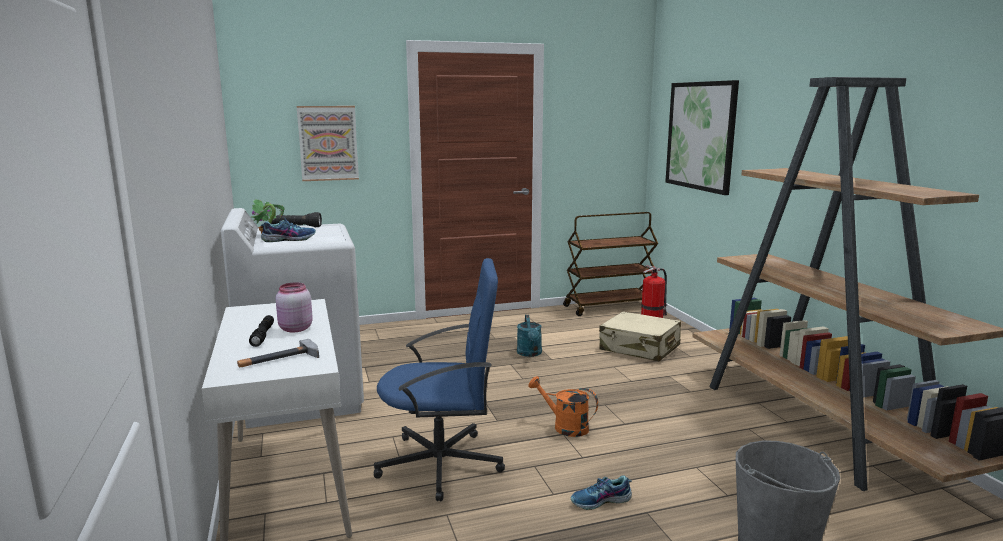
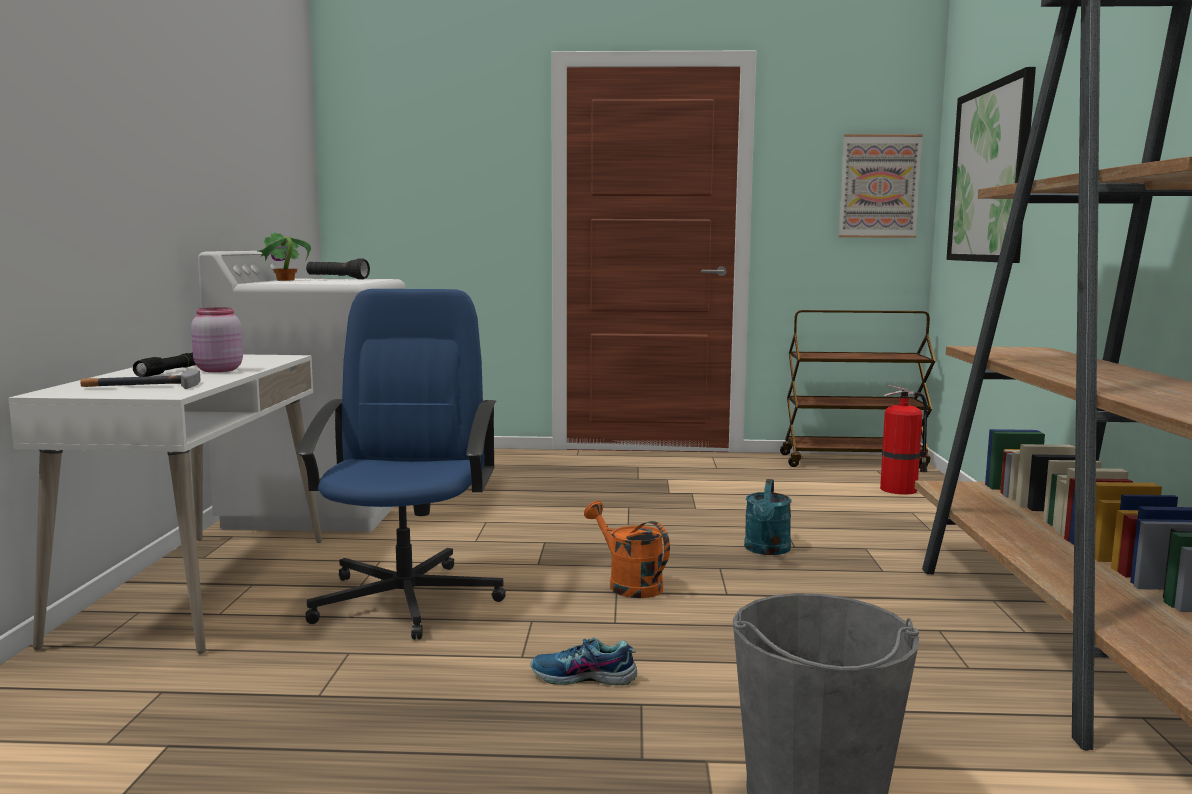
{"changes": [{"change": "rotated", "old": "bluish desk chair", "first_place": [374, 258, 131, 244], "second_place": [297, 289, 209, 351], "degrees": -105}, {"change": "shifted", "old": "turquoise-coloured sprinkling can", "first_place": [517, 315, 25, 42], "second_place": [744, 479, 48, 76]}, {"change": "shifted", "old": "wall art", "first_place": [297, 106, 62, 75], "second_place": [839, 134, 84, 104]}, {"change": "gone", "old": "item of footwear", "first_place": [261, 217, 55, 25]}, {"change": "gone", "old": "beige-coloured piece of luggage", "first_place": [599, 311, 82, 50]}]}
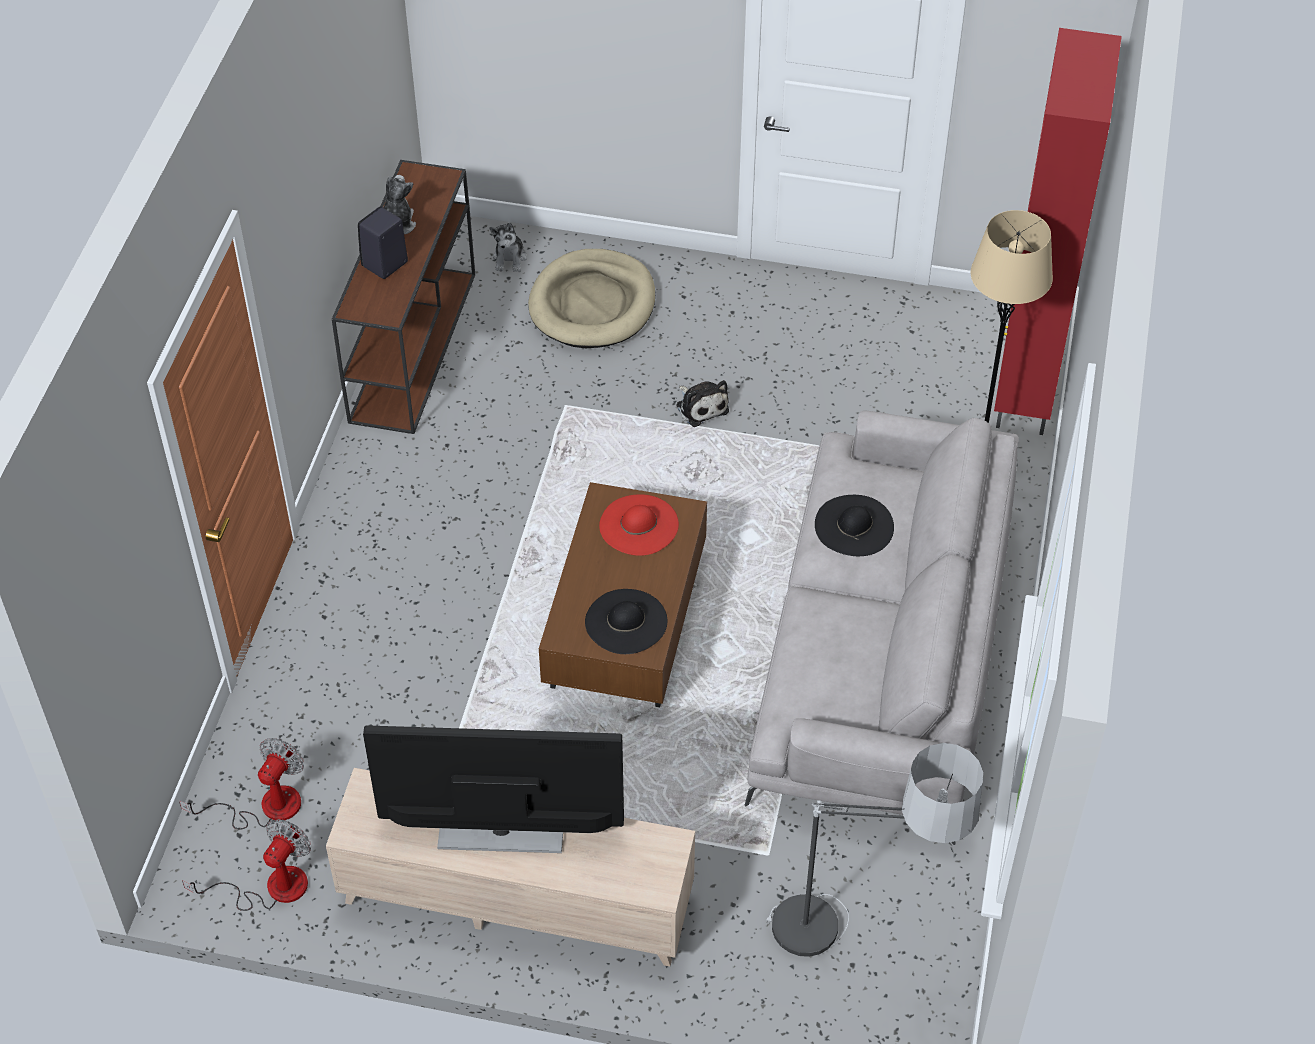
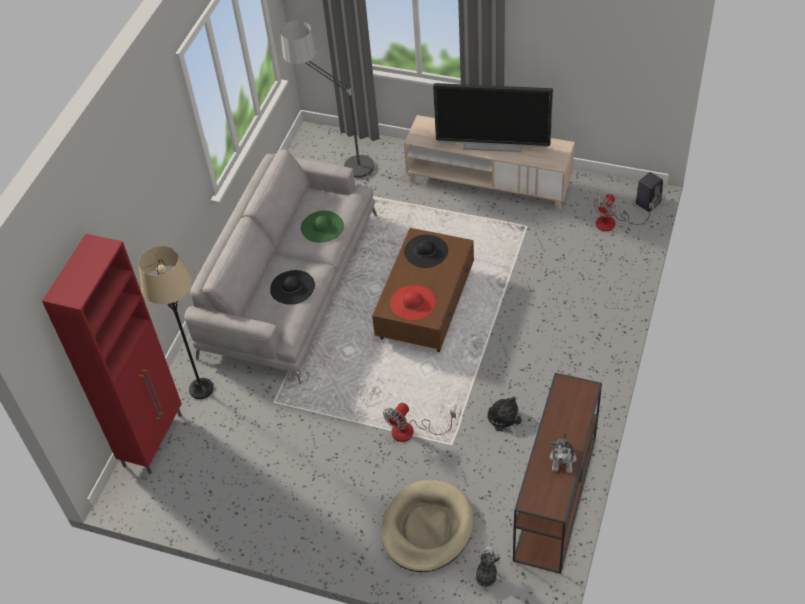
{"changes": [{"change": "new", "new": "greenish wearable hat", "second_place": [301, 211, 43, 32]}, {"change": "shifted", "old": "cooling fan", "first_place": [182, 819, 129, 92], "second_place": [383, 403, 73, 39]}, {"change": "shifted", "old": "plush toy", "first_place": [676, 380, 53, 47], "second_place": [488, 396, 34, 41]}, {"change": "shifted", "old": "black-coloured loudspeaker", "first_place": [358, 206, 50, 73], "second_place": [635, 172, 28, 40]}]}
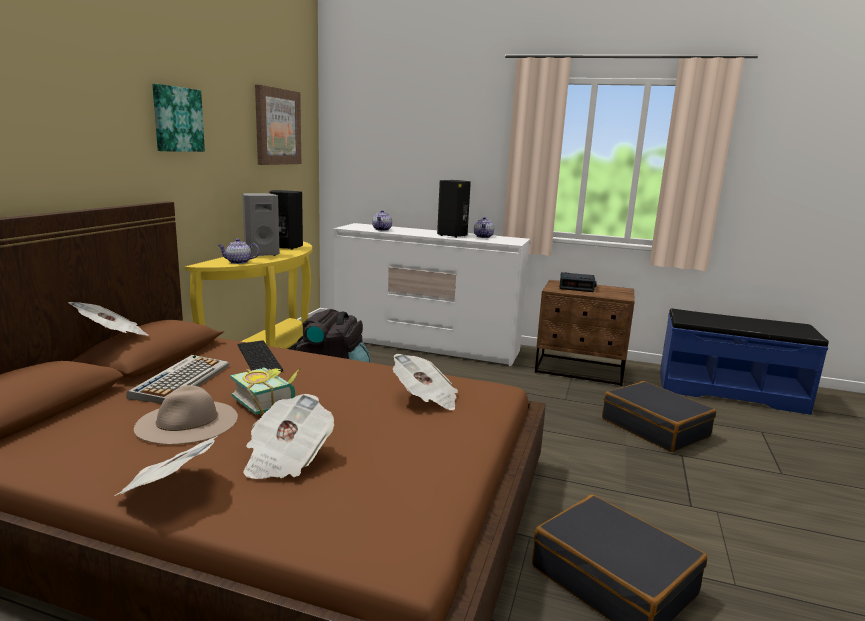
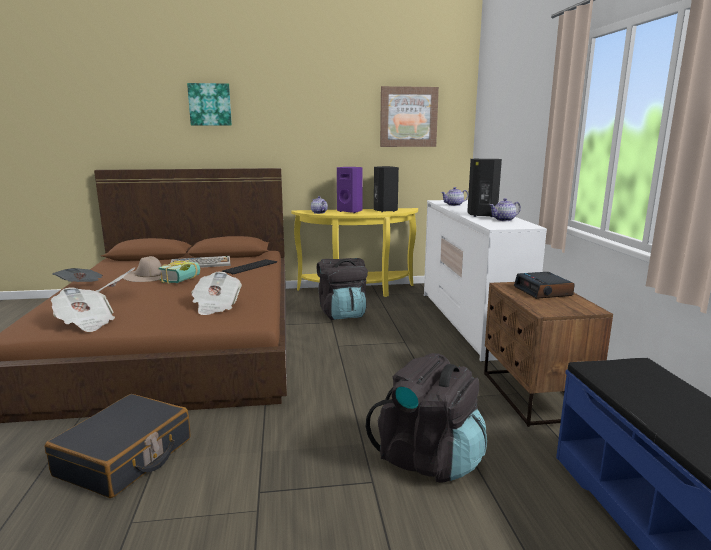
{"changes": [{"change": "shifted", "old": "printed paper", "first_place": [68, 302, 80, 33], "second_place": [51, 287, 64, 45]}, {"change": "shifted", "old": "wall art", "first_place": [152, 84, 53, 68], "second_place": [187, 83, 45, 43]}, {"change": "repainted", "old": "grey loudspeaker", "new": "purple loudspeaker", "first_place": [242, 193, 38, 64], "second_place": [337, 167, 26, 46]}, {"change": "swapped", "old": "black-coloured piece of luggage", "new": "black-coloured backpack", "first_place": [602, 381, 114, 71], "second_place": [366, 353, 121, 130]}]}
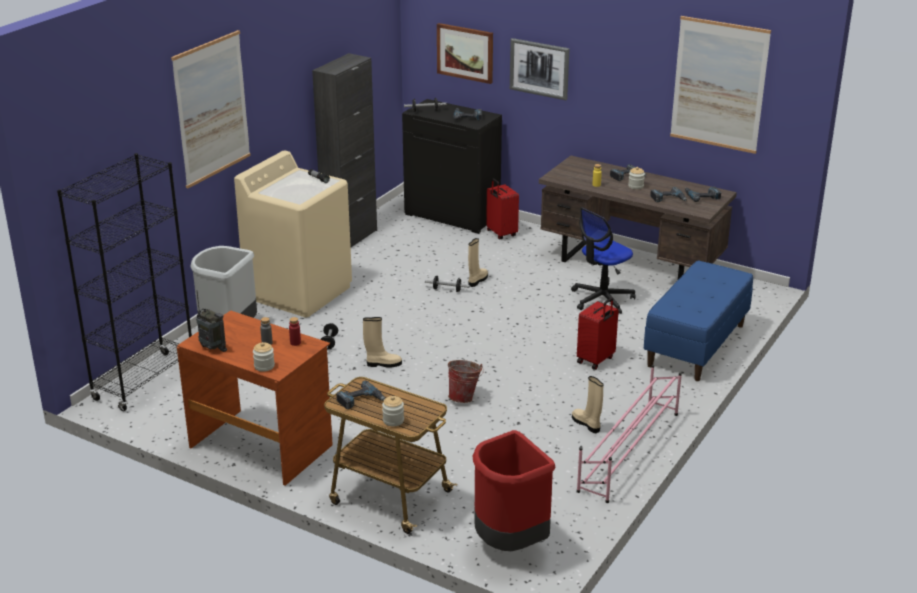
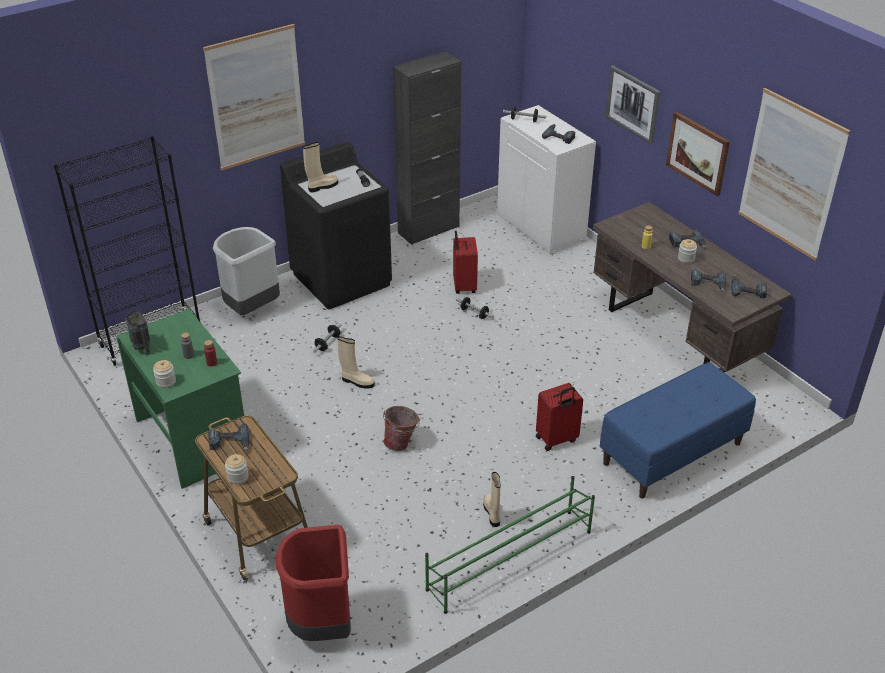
{"changes": [{"change": "repainted", "old": "brown-coloured desk unit", "new": "greenish desk unit", "first_place": [177, 310, 156, 176], "second_place": [116, 309, 134, 180]}, {"change": "repainted", "old": "beige-coloured washing machine", "new": "black-coloured washing machine", "first_place": [234, 150, 118, 168], "second_place": [280, 142, 112, 167]}, {"change": "shifted", "old": "beige-coloured boot", "first_place": [468, 238, 20, 49], "second_place": [303, 142, 35, 50]}, {"change": "repainted", "old": "pink shoe shelf", "new": "greenish shoe shelf", "first_place": [577, 365, 105, 138], "second_place": [425, 476, 170, 138]}, {"change": "shifted", "old": "reddish piece of luggage", "first_place": [486, 178, 33, 61], "second_place": [453, 231, 25, 63]}, {"change": "repainted", "old": "black-coloured cupboard", "new": "whitish cupboard", "first_place": [402, 99, 100, 135], "second_place": [497, 105, 99, 150]}, {"change": "shifted", "old": "wall art", "first_place": [437, 23, 56, 61], "second_place": [666, 112, 64, 84]}, {"change": "gone", "old": "desk chair", "first_place": [571, 207, 65, 107]}]}
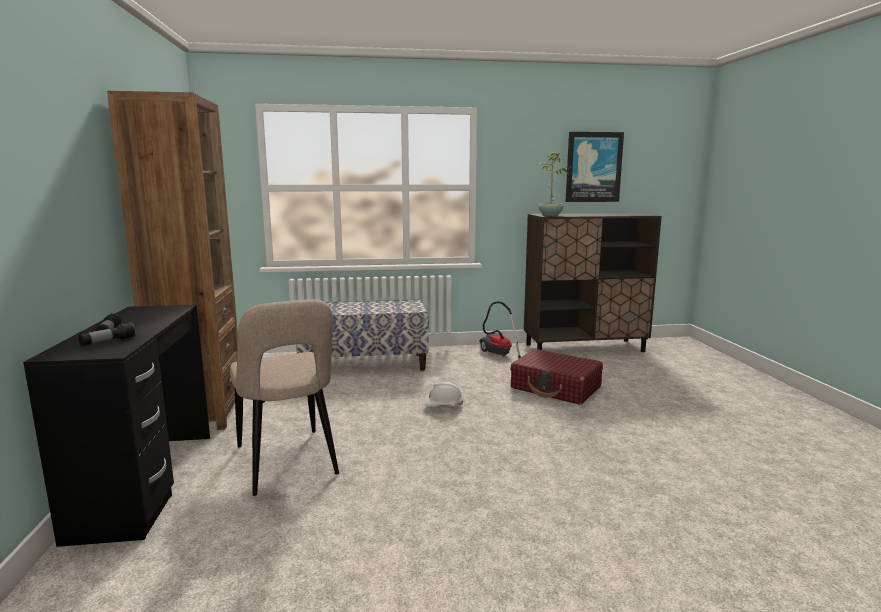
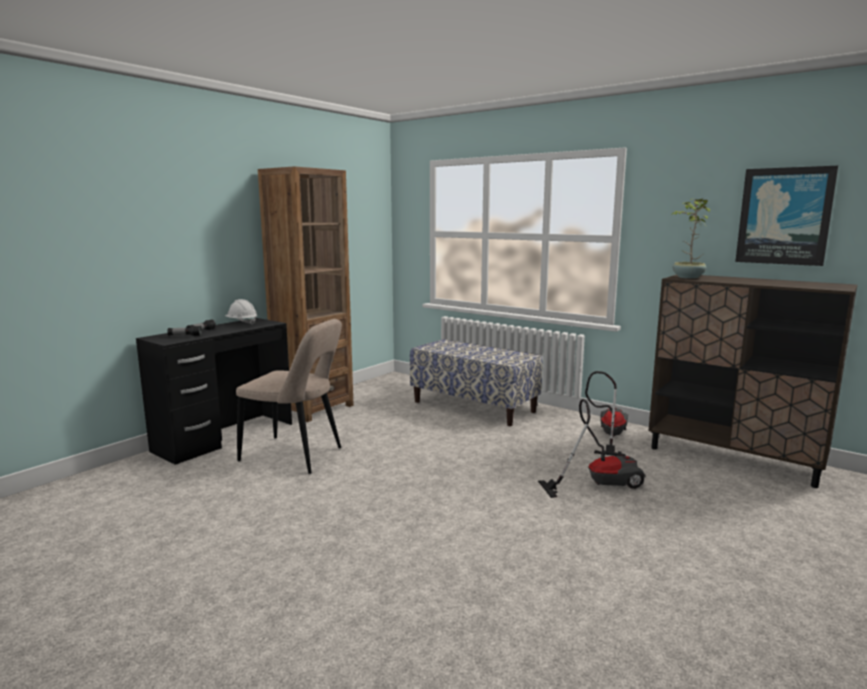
{"changes": [{"change": "shifted", "old": "whitish work helmet", "first_place": [424, 380, 40, 25], "second_place": [225, 299, 32, 26]}, {"change": "rotated", "old": "beige-coloured plain chair", "first_place": [230, 299, 109, 197], "second_place": [236, 319, 106, 155], "degrees": -90}, {"change": "swapped", "old": "reddish piece of luggage", "new": "hoover", "first_place": [511, 349, 92, 56], "second_place": [538, 399, 107, 99]}]}
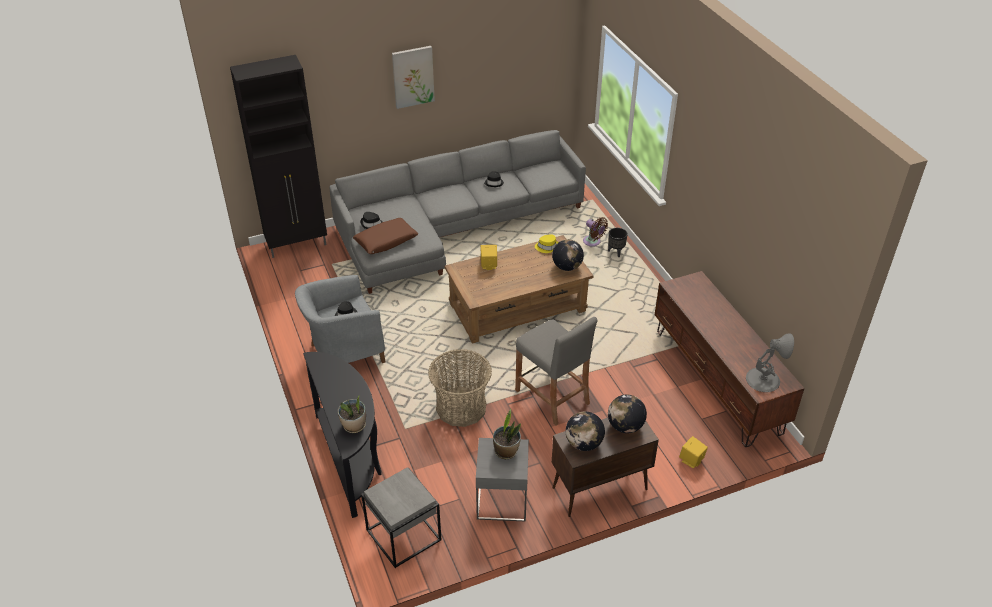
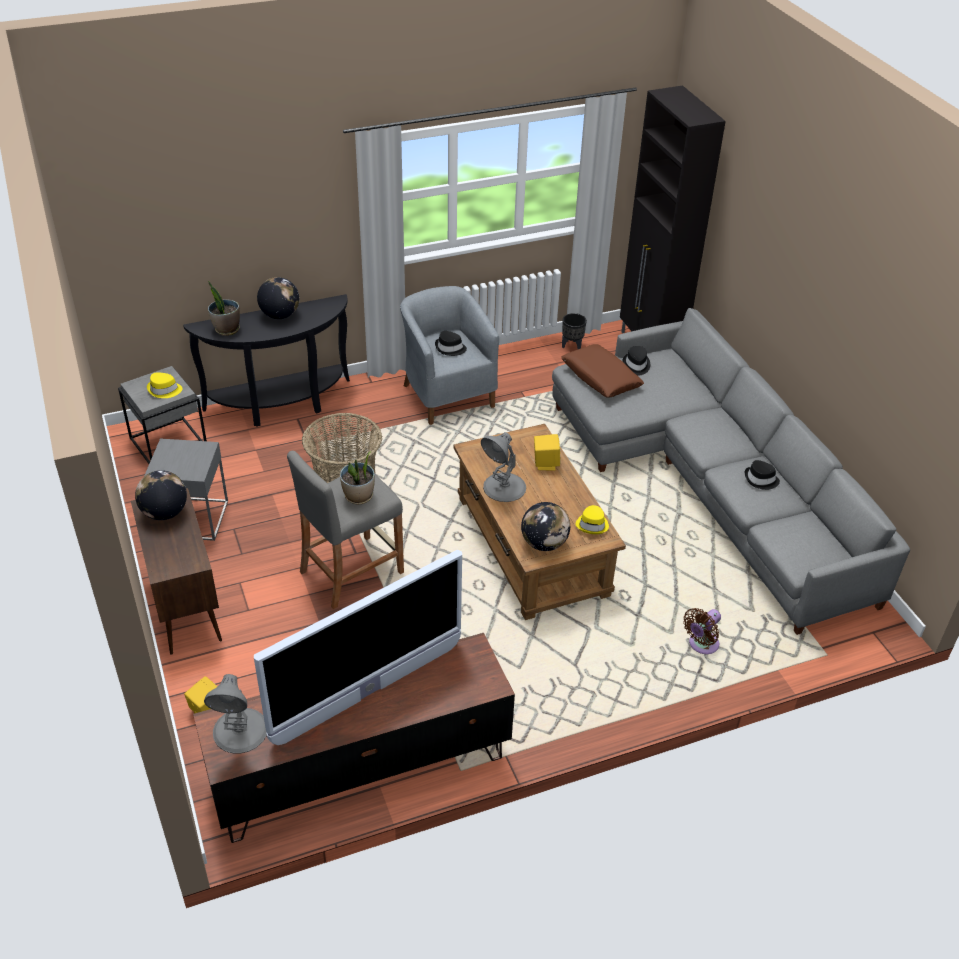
{"changes": [{"change": "new", "new": "yellow wearable hat", "second_place": [147, 372, 35, 26]}, {"change": "new", "new": "TV", "second_place": [254, 550, 208, 195]}, {"change": "shifted", "old": "desk globe", "first_place": [608, 395, 39, 38], "second_place": [257, 277, 42, 42]}, {"change": "shifted", "old": "houseplant", "first_place": [493, 409, 28, 50], "second_place": [340, 451, 35, 53]}, {"change": "new", "new": "grey table lamp", "second_place": [481, 432, 45, 70]}, {"change": "shifted", "old": "black-coloured flower pot", "first_place": [608, 228, 20, 29], "second_place": [562, 313, 25, 37]}, {"change": "gone", "old": "wall art", "first_place": [392, 46, 43, 63]}]}
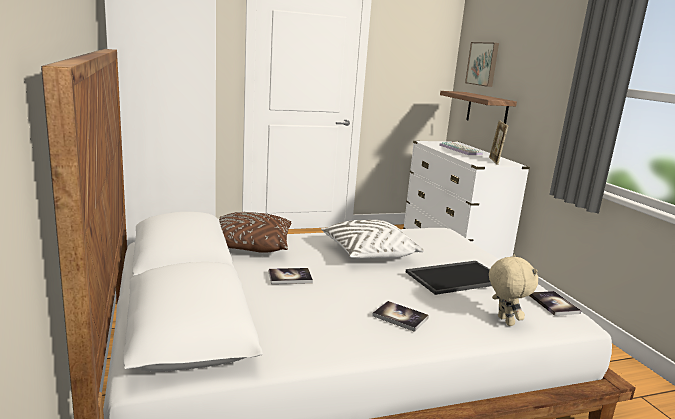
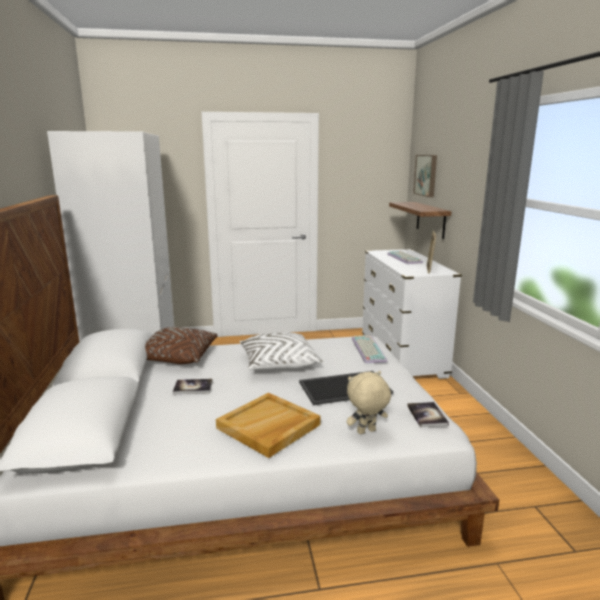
{"changes": [{"change": "swapped", "old": "book", "new": "beige-coloured tray", "first_place": [372, 301, 57, 31], "second_place": [216, 393, 105, 65]}, {"change": "rotated", "old": "beige-coloured plush toy", "first_place": [489, 255, 49, 71], "second_place": [347, 371, 44, 63], "degrees": -105}, {"change": "new", "new": "keyboard", "second_place": [352, 335, 35, 28]}]}
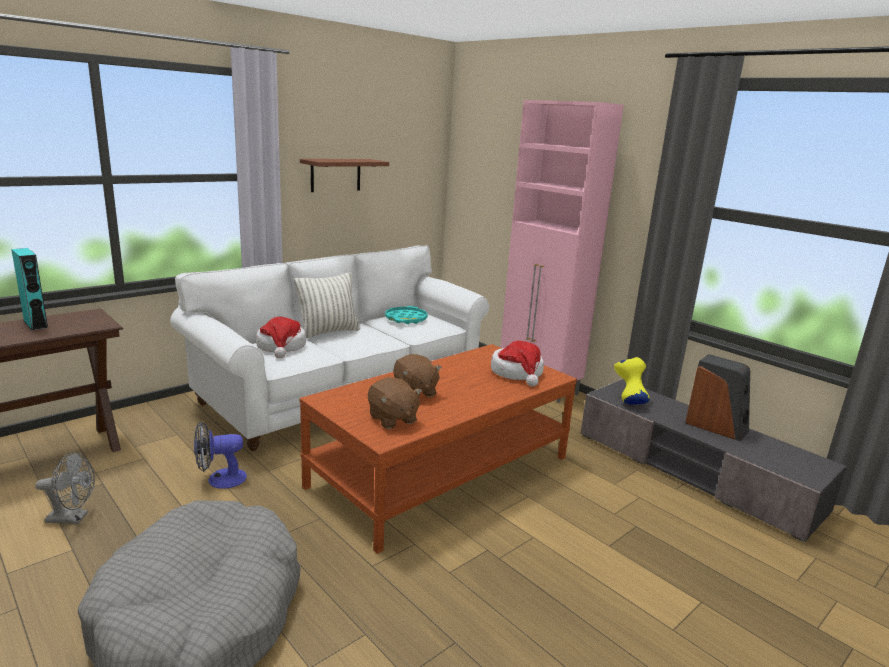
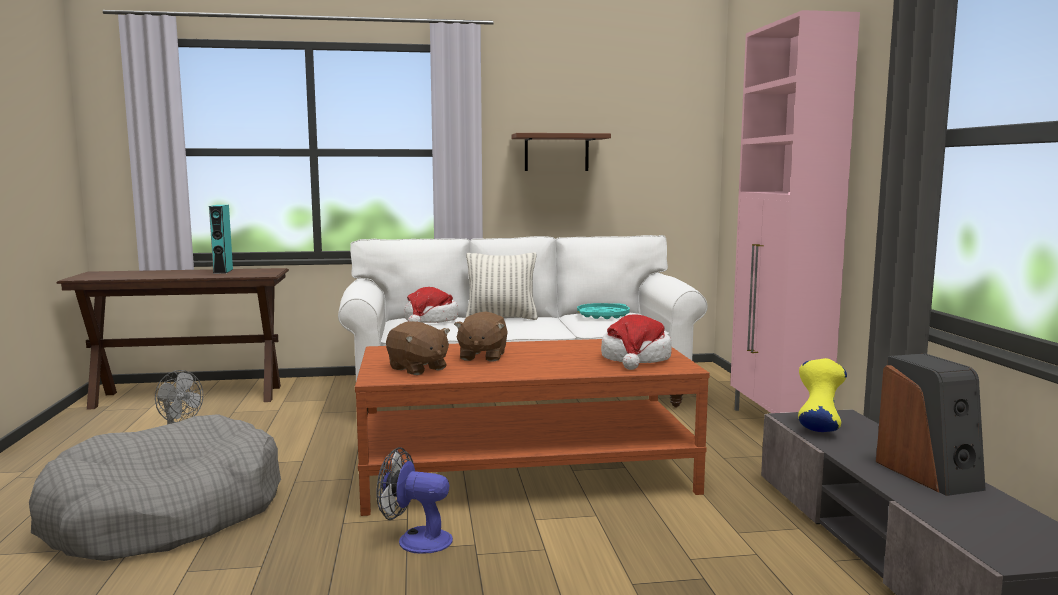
{"changes": [{"change": "shifted", "old": "cooling fan", "first_place": [194, 422, 53, 67], "second_place": [376, 447, 77, 107]}, {"change": "rotated", "old": "brown-coloured plush toy", "first_place": [368, 377, 54, 52], "second_place": [386, 321, 64, 54], "degrees": -45}]}
